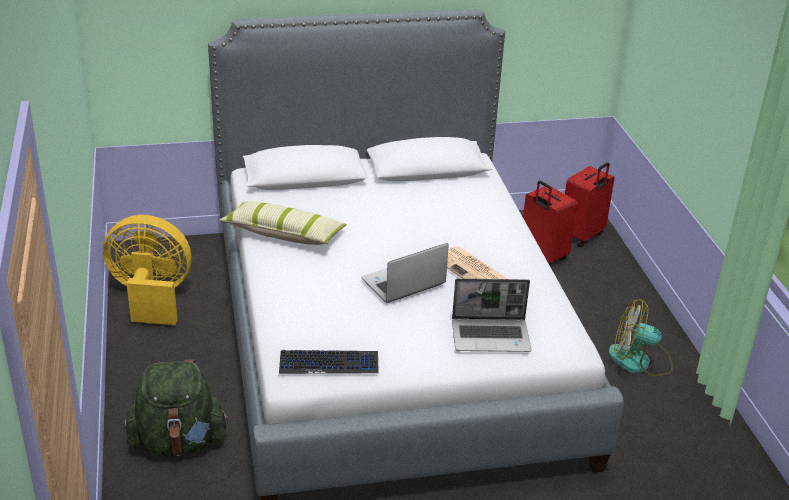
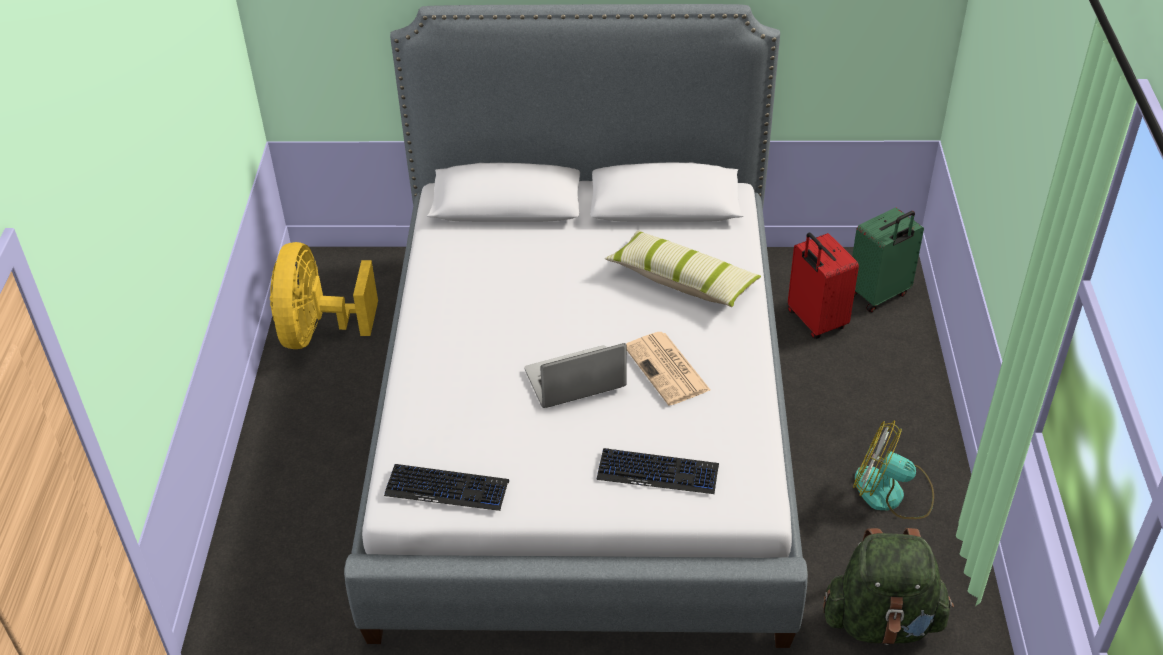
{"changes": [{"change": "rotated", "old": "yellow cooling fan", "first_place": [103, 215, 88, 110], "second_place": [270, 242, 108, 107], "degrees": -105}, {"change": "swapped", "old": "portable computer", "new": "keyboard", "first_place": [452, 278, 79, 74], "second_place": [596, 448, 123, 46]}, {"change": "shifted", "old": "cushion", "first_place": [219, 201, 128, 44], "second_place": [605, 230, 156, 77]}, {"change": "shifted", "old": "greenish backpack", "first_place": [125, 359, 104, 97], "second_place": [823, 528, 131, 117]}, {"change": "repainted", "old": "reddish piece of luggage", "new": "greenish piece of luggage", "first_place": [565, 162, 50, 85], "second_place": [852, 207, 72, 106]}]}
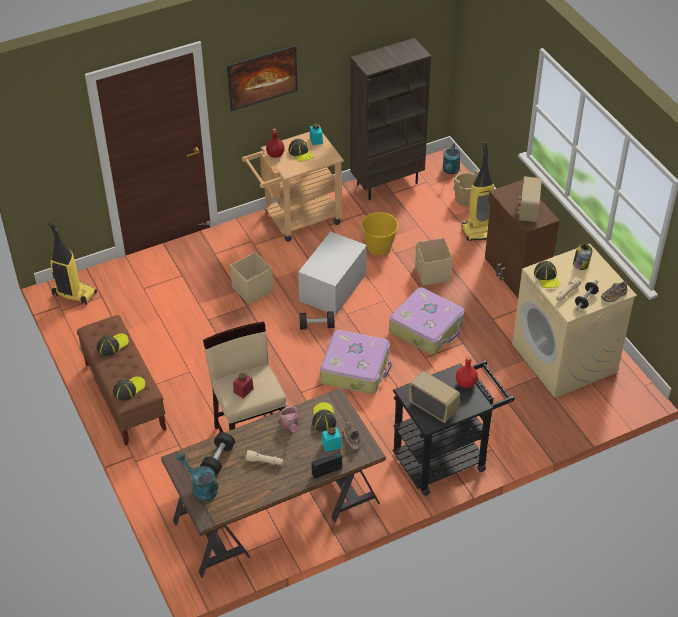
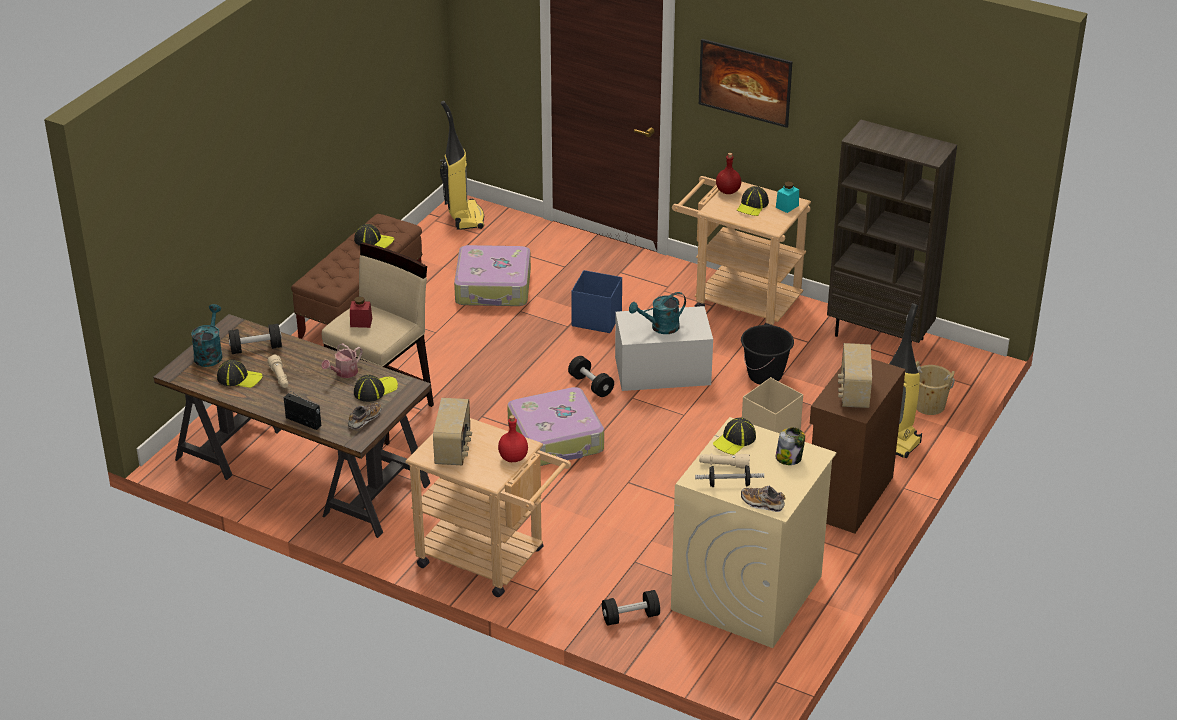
{"changes": [{"change": "shifted", "old": "cap", "first_place": [113, 376, 32, 25], "second_place": [217, 359, 46, 29]}, {"change": "repainted", "old": "black-coloured wheeled cart", "new": "beige-coloured wheeled cart", "first_place": [393, 360, 122, 136], "second_place": [405, 418, 166, 179]}, {"change": "shifted", "old": "piece of luggage", "first_place": [389, 287, 75, 67], "second_place": [454, 245, 77, 61]}, {"change": "repainted", "old": "beige-coloured storage container", "new": "bluish storage container", "first_place": [230, 252, 44, 52], "second_place": [571, 270, 51, 63]}, {"change": "new", "new": "black-coloured hand weight", "second_place": [602, 590, 58, 35]}, {"change": "shifted", "old": "turquoise-coloured sprinkling can", "first_place": [443, 143, 18, 31], "second_place": [629, 292, 57, 42]}, {"change": "repainted", "old": "yellow water bucket", "new": "black-coloured water bucket", "first_place": [360, 212, 38, 43], "second_place": [741, 325, 53, 60]}, {"change": "rotated", "old": "radio set", "first_place": [517, 176, 25, 46], "second_place": [838, 343, 34, 65], "degrees": -60}, {"change": "gone", "old": "turquoise-coloured storage jar", "first_place": [322, 427, 20, 25]}]}
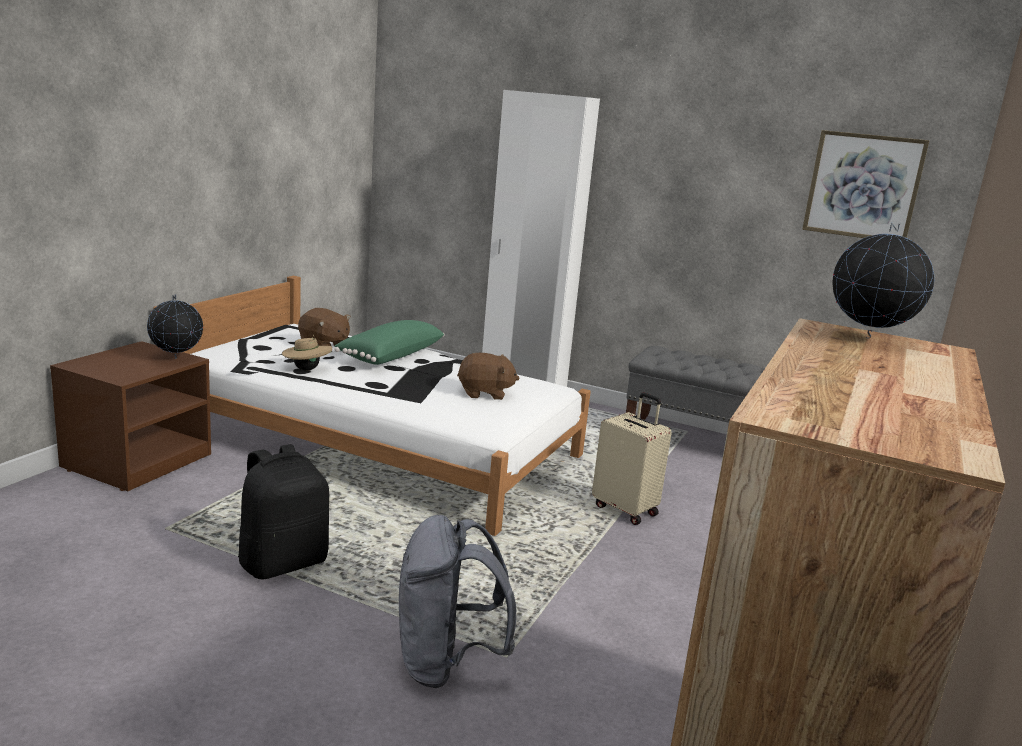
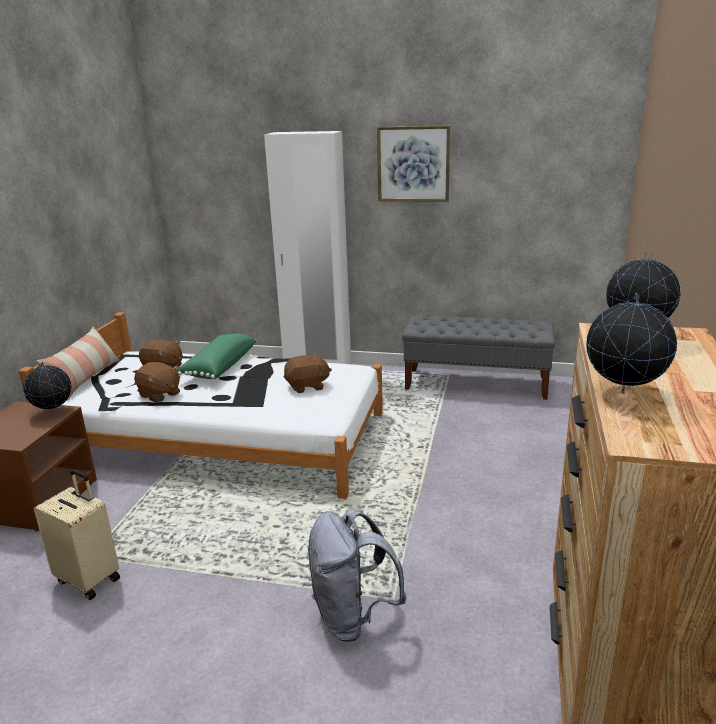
{"changes": [{"change": "shifted", "old": "beige-coloured piece of luggage", "first_place": [592, 393, 79, 132], "second_place": [34, 470, 86, 130]}, {"change": "new", "new": "cushion", "second_place": [36, 326, 84, 75]}, {"change": "swapped", "old": "beige-coloured wearable hat", "new": "brown-coloured plush toy", "first_place": [282, 335, 50, 36], "second_place": [134, 362, 46, 41]}, {"change": "shifted", "old": "wall art", "first_place": [802, 130, 127, 108], "second_place": [377, 126, 73, 76]}, {"change": "new", "new": "desk globe", "second_place": [586, 293, 91, 101]}, {"change": "gone", "old": "black-coloured backpack", "first_place": [238, 444, 91, 136]}]}
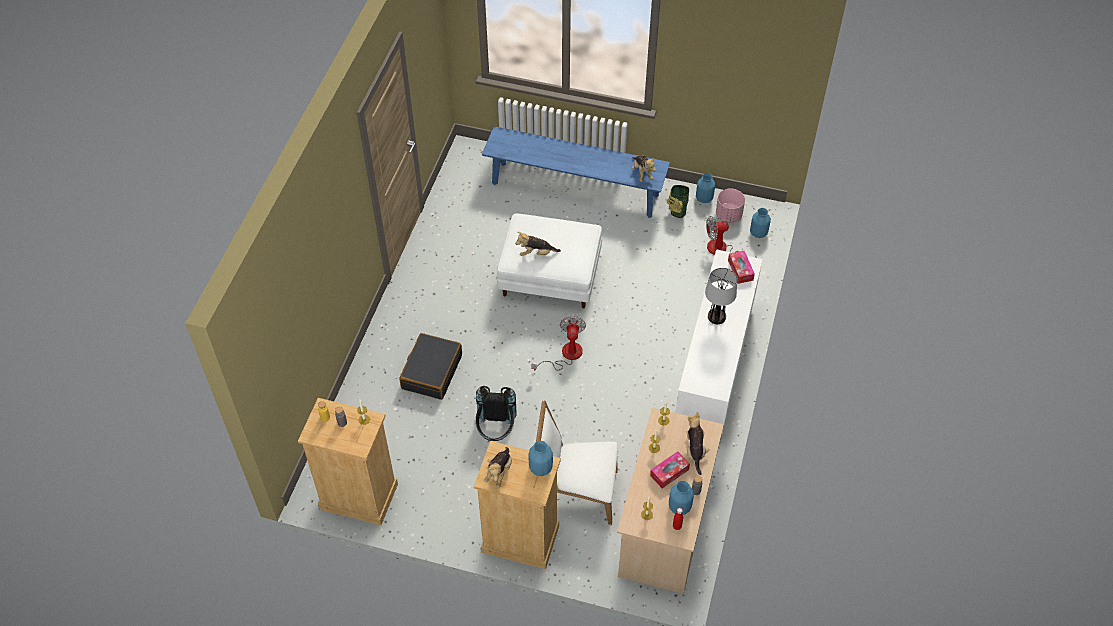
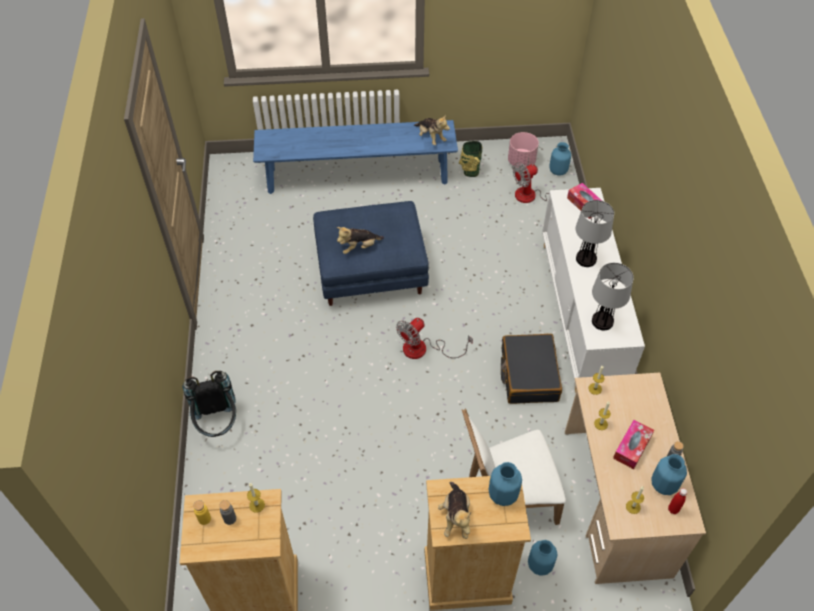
{"changes": [{"change": "shifted", "old": "black-coloured backpack", "first_place": [476, 386, 41, 55], "second_place": [182, 371, 54, 66]}, {"change": "repainted", "old": "whitish ottoman", "new": "bluish ottoman", "first_place": [497, 213, 105, 95], "second_place": [313, 201, 116, 105]}, {"change": "rotated", "old": "cooling fan", "first_place": [531, 316, 55, 55], "second_place": [396, 318, 77, 41], "degrees": -120}, {"change": "shifted", "old": "black-coloured piece of luggage", "first_place": [400, 333, 62, 67], "second_place": [501, 334, 61, 70]}, {"change": "shifted", "old": "bluish vase", "first_place": [696, 173, 19, 30], "second_place": [528, 540, 30, 36]}, {"change": "new", "new": "table lamp", "second_place": [592, 263, 42, 67]}, {"change": "gone", "old": "plush toy", "first_place": [686, 412, 23, 63]}]}
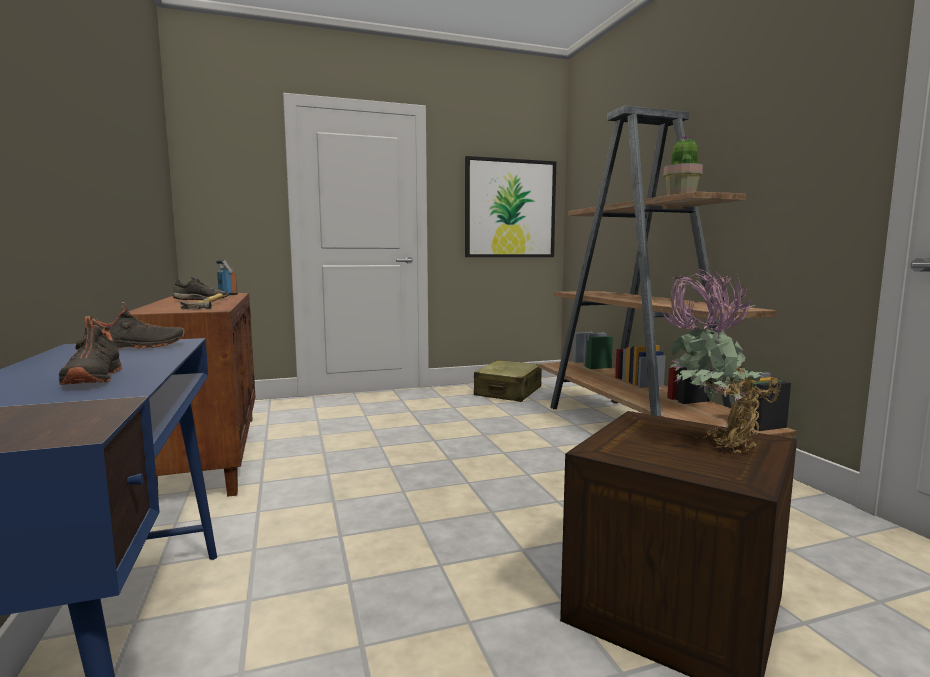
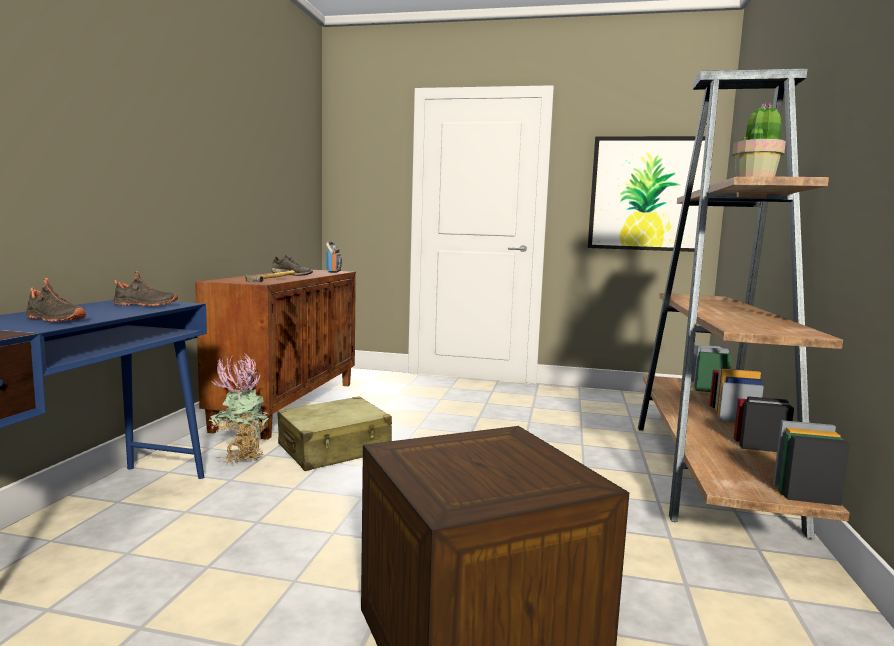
{"changes": [{"change": "rotated", "old": "black-coloured item of footwear", "first_place": [59, 316, 63, 69], "second_place": [26, 278, 60, 44], "degrees": -75}, {"change": "shifted", "old": "houseplant", "first_place": [662, 267, 120, 186], "second_place": [209, 354, 61, 110]}, {"change": "shifted", "old": "beige-coloured piece of luggage", "first_place": [474, 360, 67, 42], "second_place": [278, 397, 114, 74]}]}
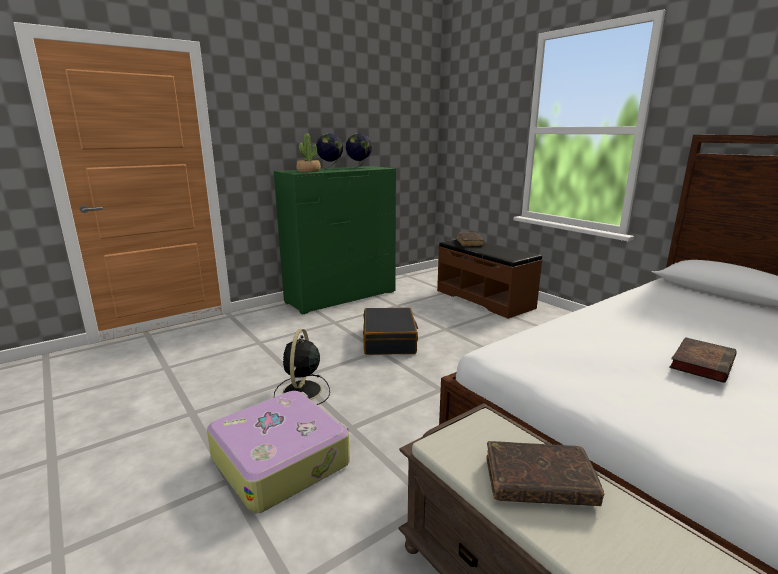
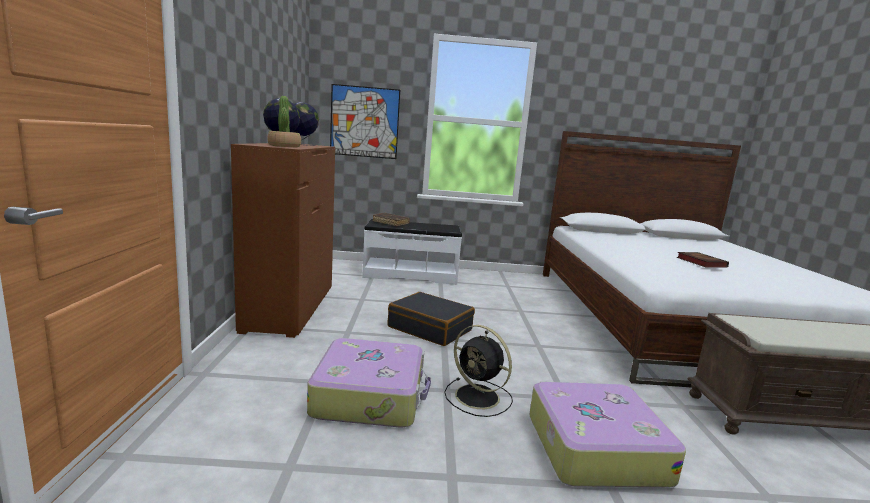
{"changes": [{"change": "repainted", "old": "greenish chest of drawers", "new": "brown-coloured chest of drawers", "first_place": [274, 166, 122, 149], "second_place": [231, 143, 104, 195]}, {"change": "new", "new": "piece of luggage", "second_place": [307, 338, 124, 89]}, {"change": "new", "new": "wall art", "second_place": [330, 84, 70, 75]}, {"change": "repainted", "old": "brown-coloured long seat", "new": "whitish long seat", "first_place": [437, 240, 105, 79], "second_place": [362, 219, 100, 66]}, {"change": "gone", "old": "brown-coloured book", "first_place": [486, 441, 118, 65]}]}
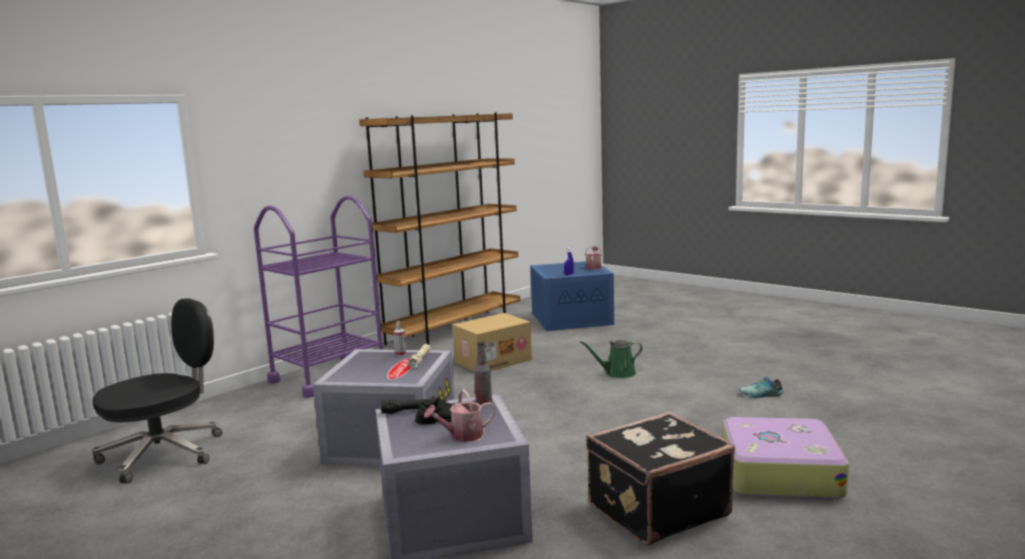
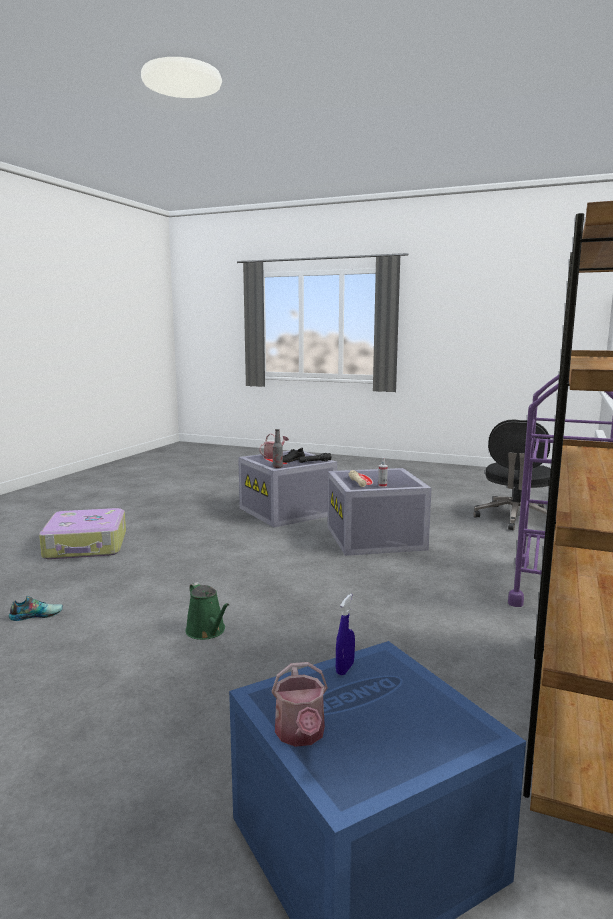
{"changes": [{"change": "rotated", "old": "greenish sprinkling can", "first_place": [580, 340, 62, 38], "second_place": [185, 582, 44, 58], "degrees": 90}, {"change": "gone", "old": "cardboard box", "first_place": [453, 313, 79, 58]}, {"change": "gone", "old": "black-coloured piece of luggage", "first_place": [586, 412, 149, 134]}]}
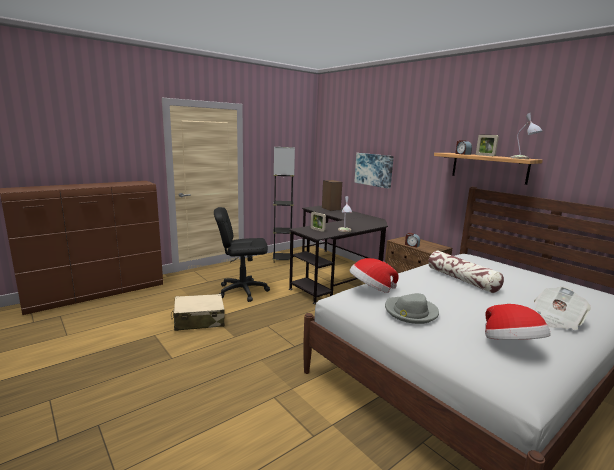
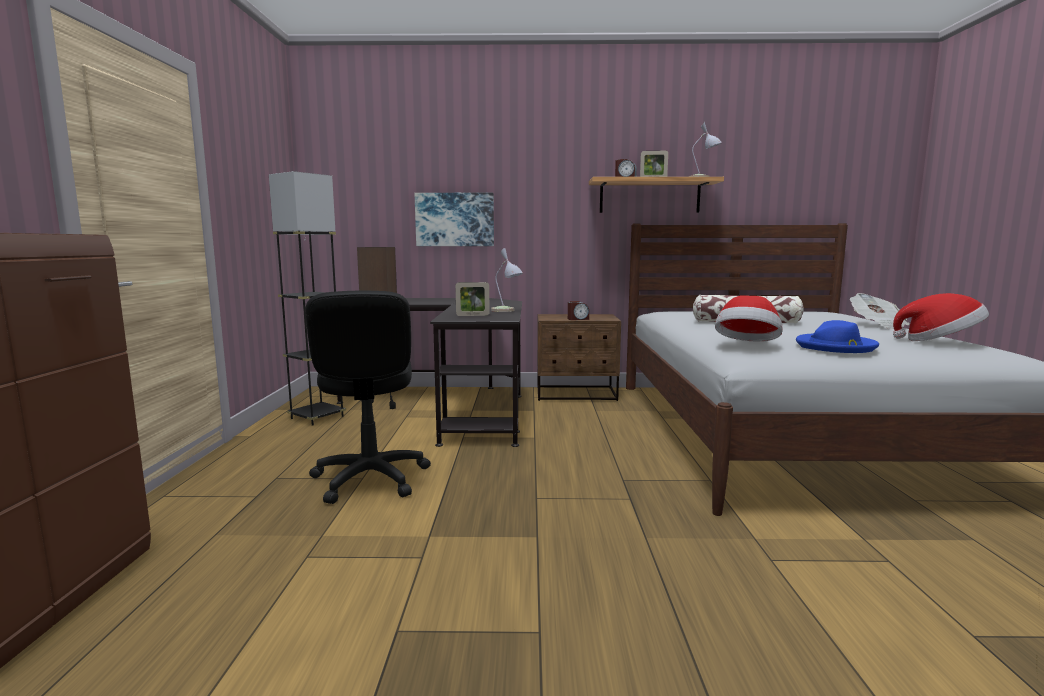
{"changes": [{"change": "rotated", "old": "black-coloured desk chair", "first_place": [214, 207, 56, 95], "second_place": [305, 291, 126, 213], "degrees": -45}, {"change": "repainted", "old": "grey wearable hat", "new": "bluish wearable hat", "first_place": [385, 293, 54, 31], "second_place": [796, 320, 83, 33]}, {"change": "gone", "old": "beige-coloured piece of luggage", "first_place": [171, 294, 54, 37]}]}
